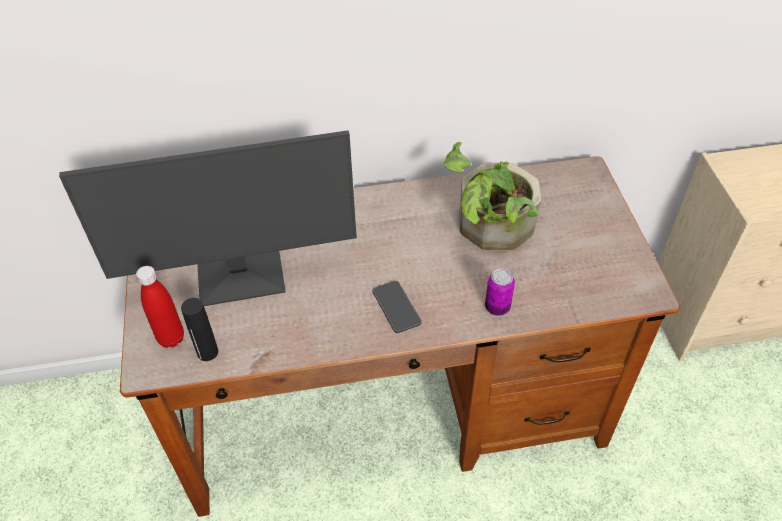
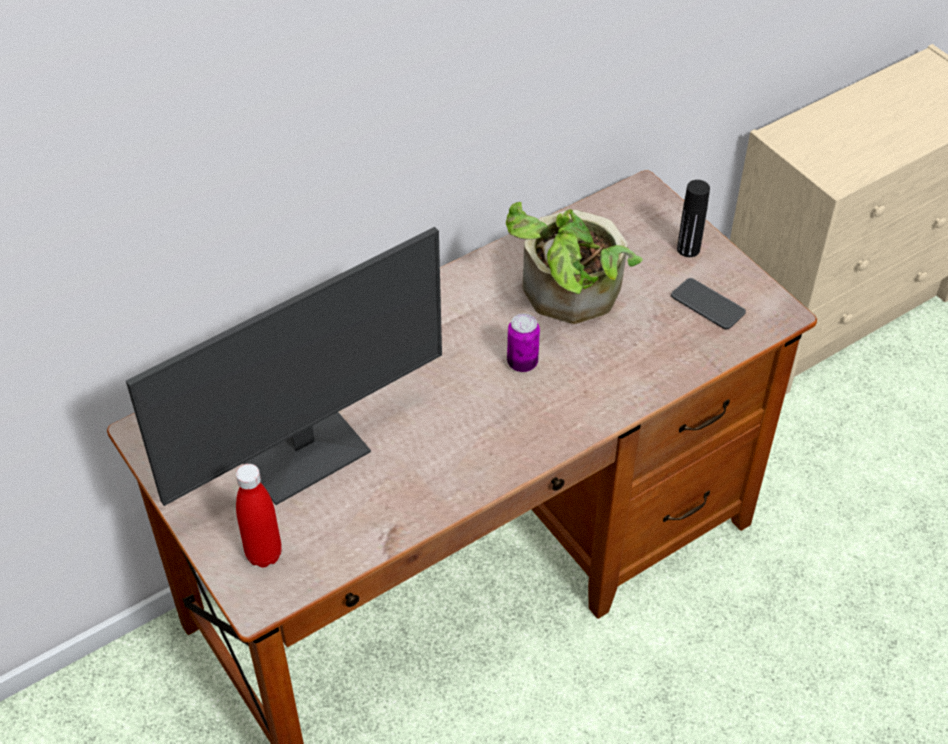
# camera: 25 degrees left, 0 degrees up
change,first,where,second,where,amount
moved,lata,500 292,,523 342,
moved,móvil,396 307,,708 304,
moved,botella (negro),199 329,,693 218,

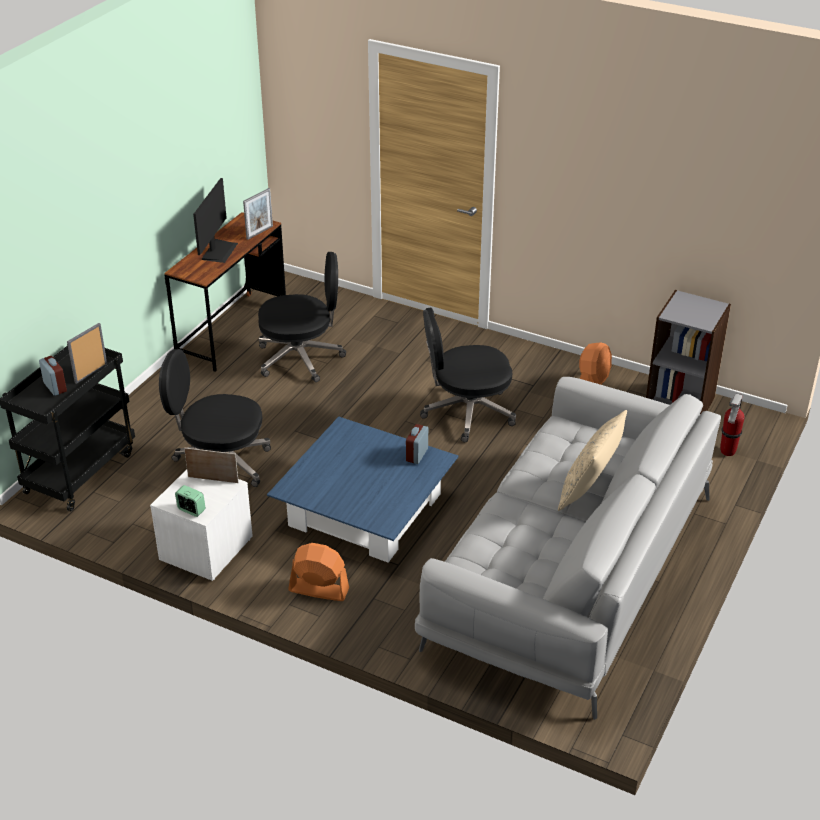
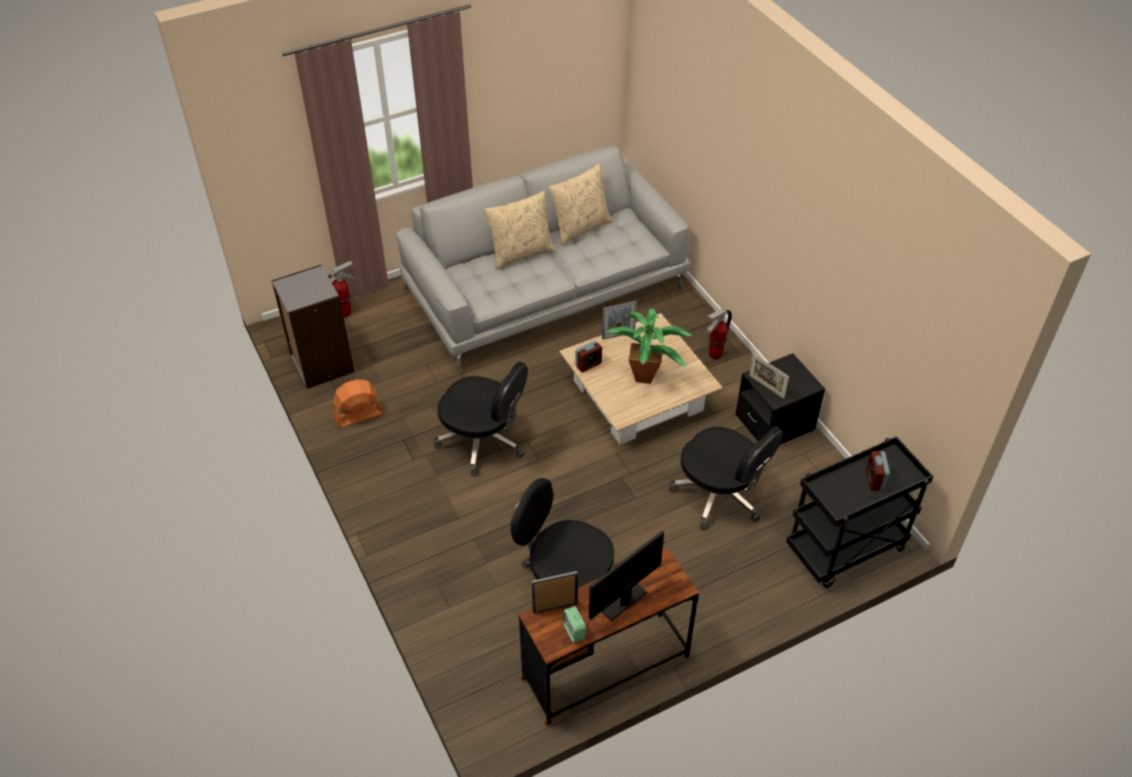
# camera: 145 degrees left, 10 degrees up
change,first,where,second,where,amount
added,,,cojín (beis),580 204,
recoloured,mesa de centro (azul),363 489,mesa de centro (beis),641 379,
moved,despertador,190 501,,574 624,
moved,portarretratos,87 353,,619 320,
added,,,planta en maceta,648 346,
replaced,ventilador (naranja),318 572,extintor,719 334,
recoloured,mesita de noche (blanco),201 525,mesita de noche (negro),780 398,

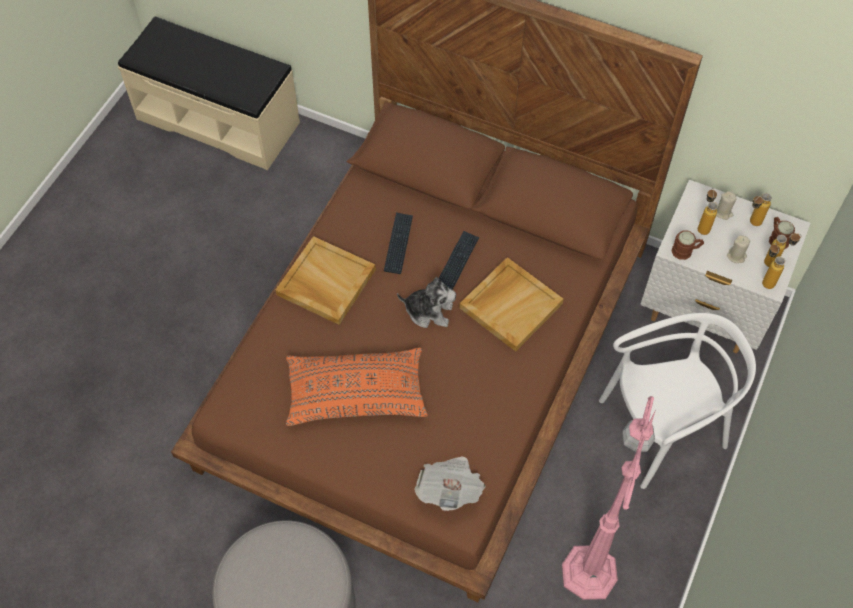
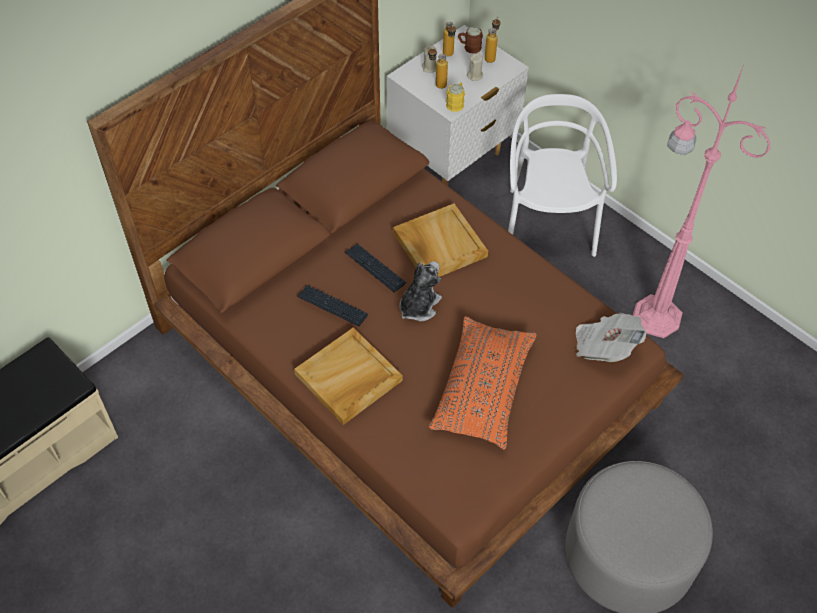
# camera: 70 degrees left, 5 degrees down
change,first,where,second,where,amount
recoloured,taza grande (marrón),687 245,taza grande (amarillo),455 97,
removed,botella,773 266,,,

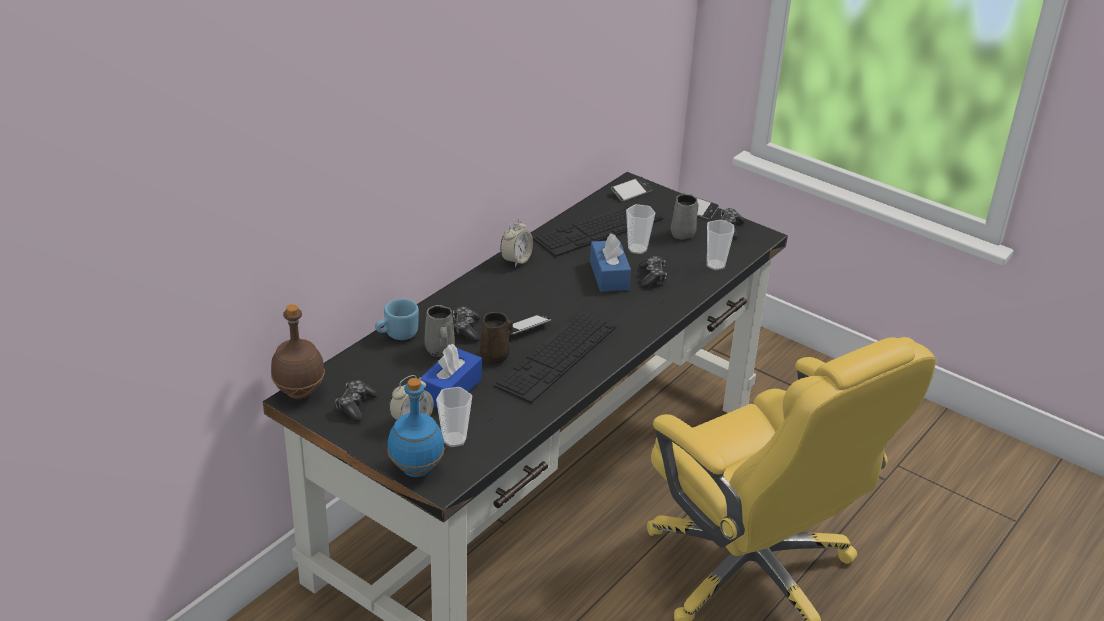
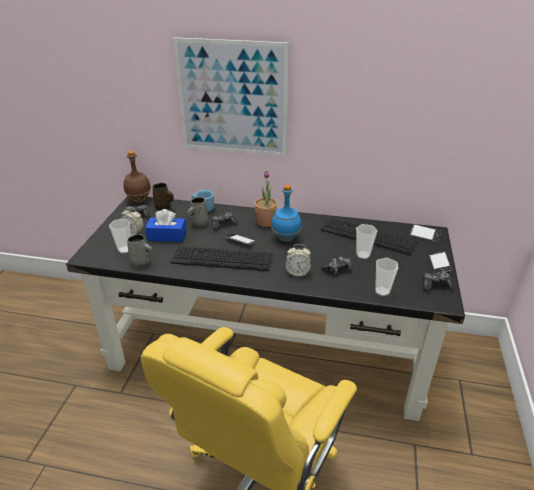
# camera: 65 degrees right, 0 degrees up
change,first,where,second,where,amount
moved,taza grande (gris),684 217,,140 250,
moved,taza grande (marrón),496 338,,163 197,
added,,,cuadro,231 96,
added,,,planta en maceta,265 199,
moved,botella (azul),416 427,,286 213,
moved,despertador,516 243,,298 260,
removed,caja de pañuelos (azul),610 262,,,

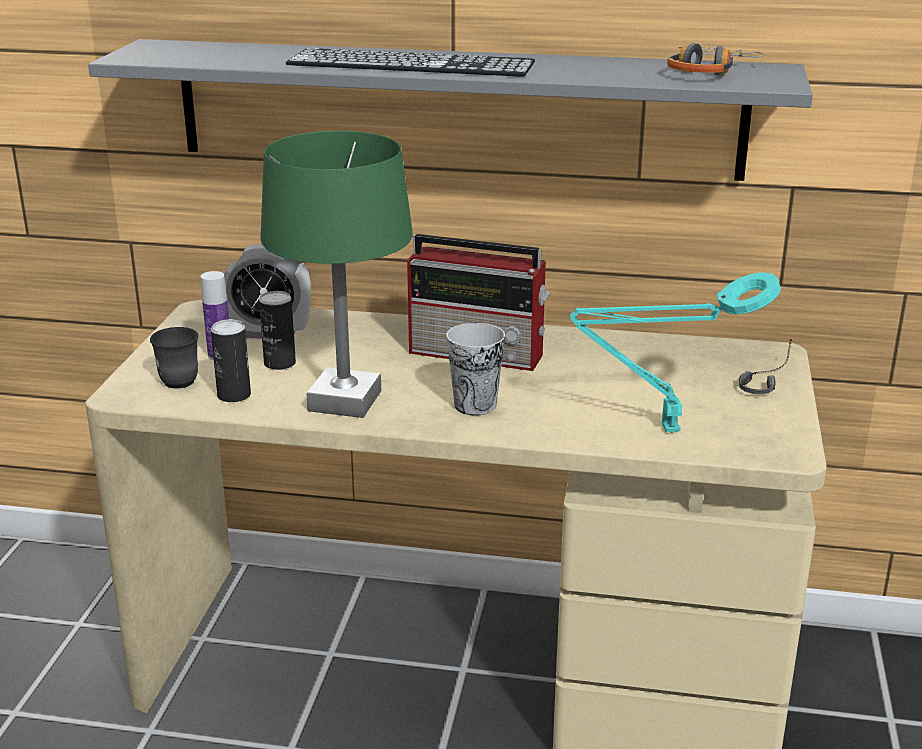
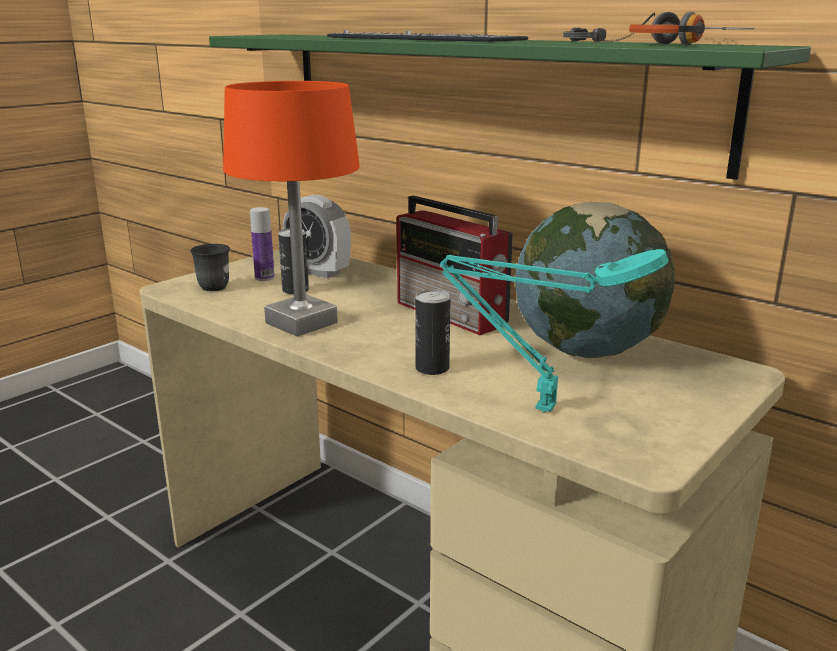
# camera: 30 degrees right, 5 degrees down
change,first,where,second,where,amount
recoloured,estante (gris),450 110,estante (verde),510 107,
recoloured,lámpara de mesa (verde),336 274,lámpara de mesa (naranja),291 208,
moved,lata,231 360,,433 332,
added,,,globo terráqueo,595 280,
moved,auriculares,765 366,,609 27,
removed,taza,475 369,,,

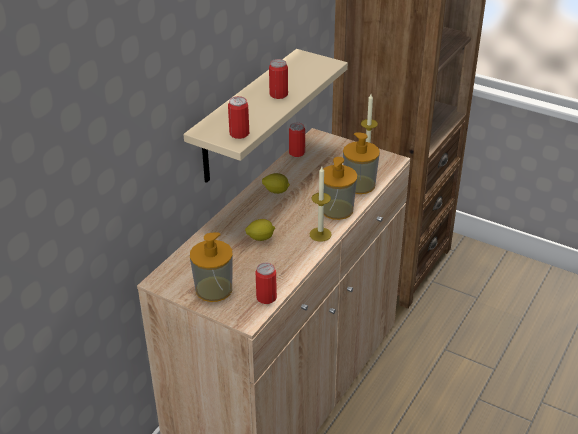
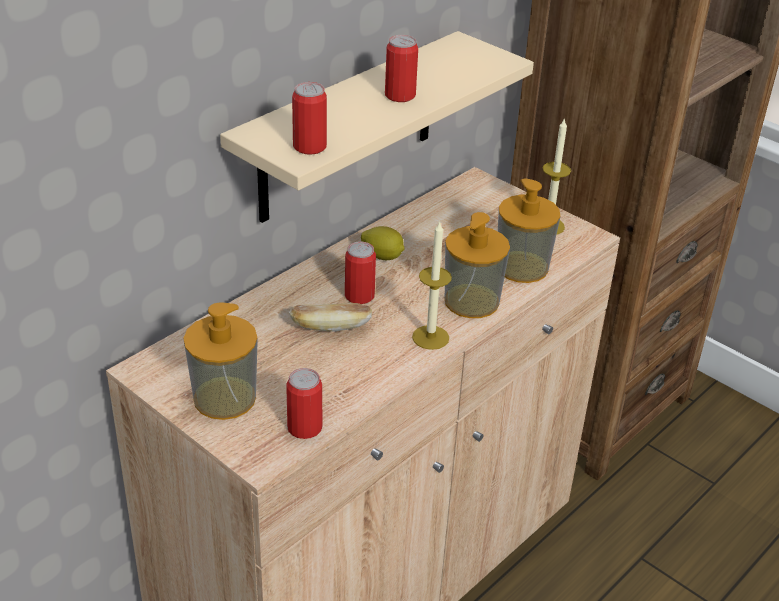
# camera: 10 degrees right, 0 degrees up
change,first,where,second,where,amount
replaced,limón,260 230,pan,330 317,
moved,lata,297 140,,360 273,

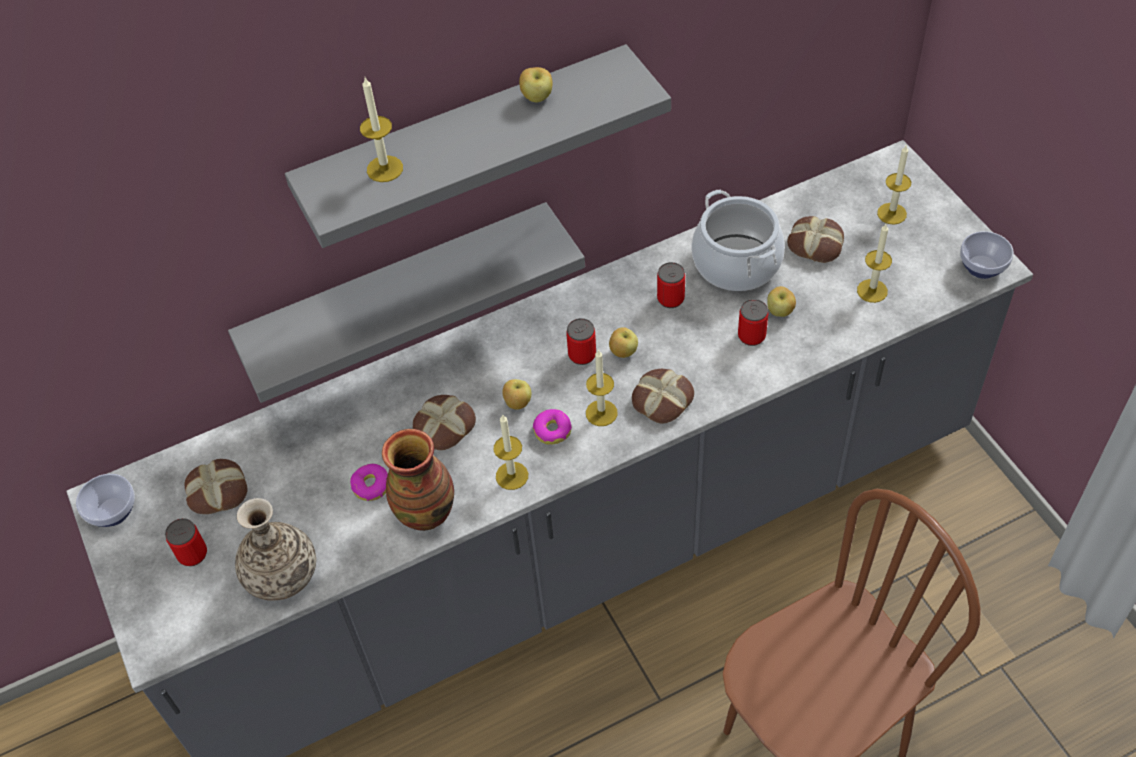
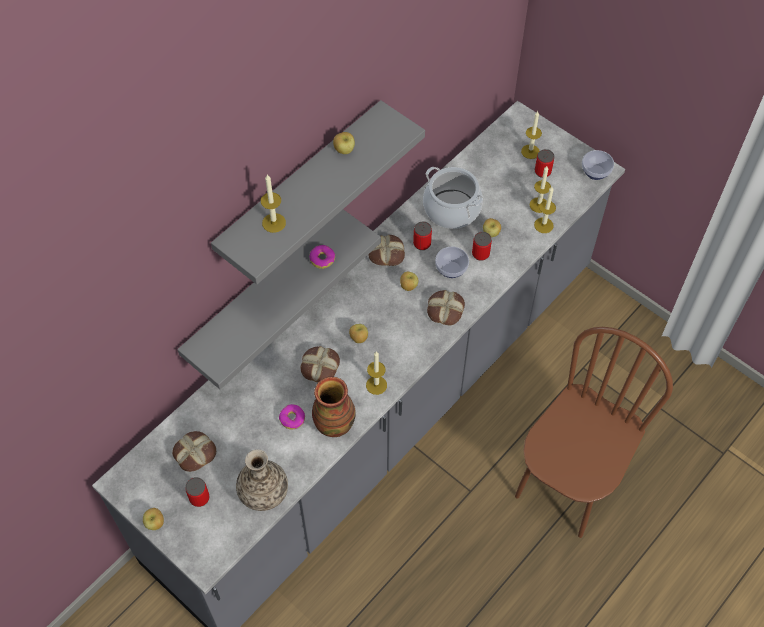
# camera: 25 degrees left, 5 degrees up
change,first,where,second,where,amount
added,,,manzana,153 519,
moved,rosquilla,552 427,,322 257,
moved,pan,815 239,,386 250,
moved,cuenco,105 500,,452 262,
moved,vela,602 387,,545 210,
moved,lata,581 341,,544 163,

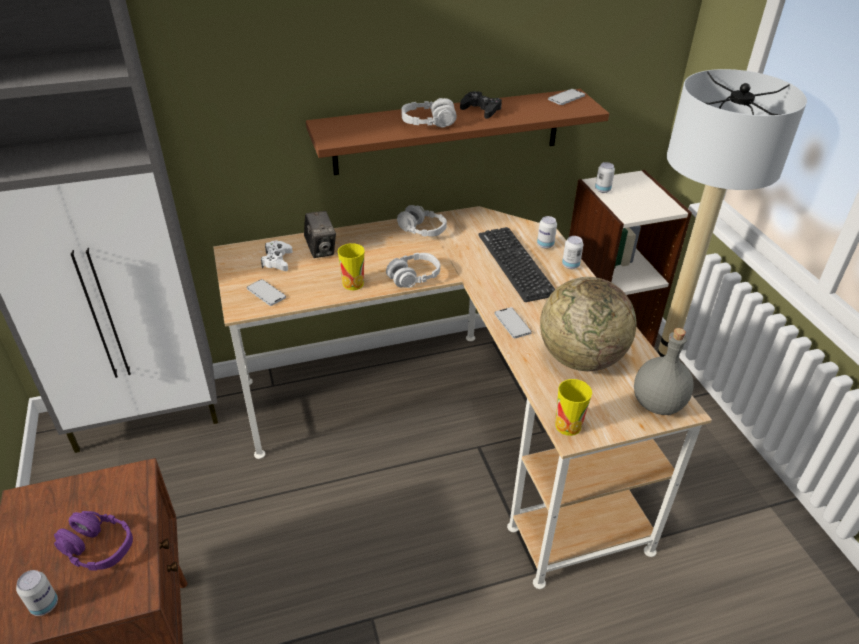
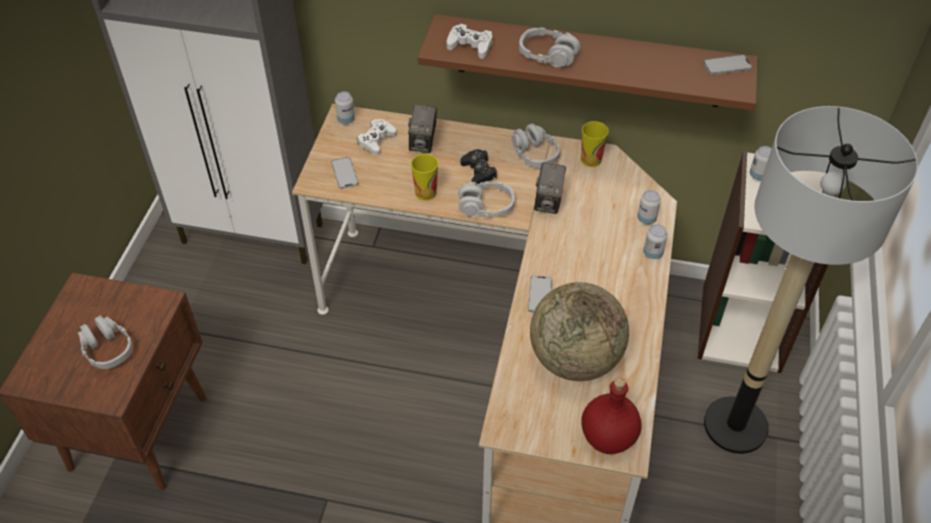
# camera: 30 degrees right, 10 degrees up
change,first,where,second,where,amount
recoloured,auriculares (morado),93 541,auriculares (gris),105 342,
moved,lata,37 593,,345 108,
added,,,mando de consola (blanco),469 41,
moved,mando de consola (negro),481 105,,479 167,
added,,,cámara,550 188,
moved,taza,573 407,,595 144,
recoloured,botella (gris),664 371,botella (rojo),611 416,
removed,teclado,516 264,,,

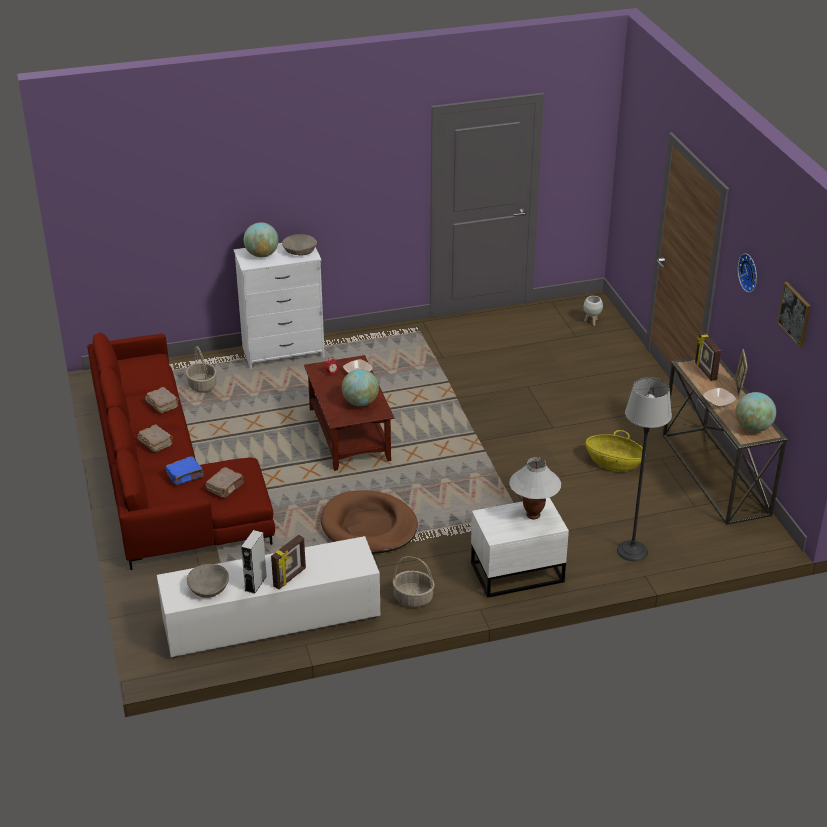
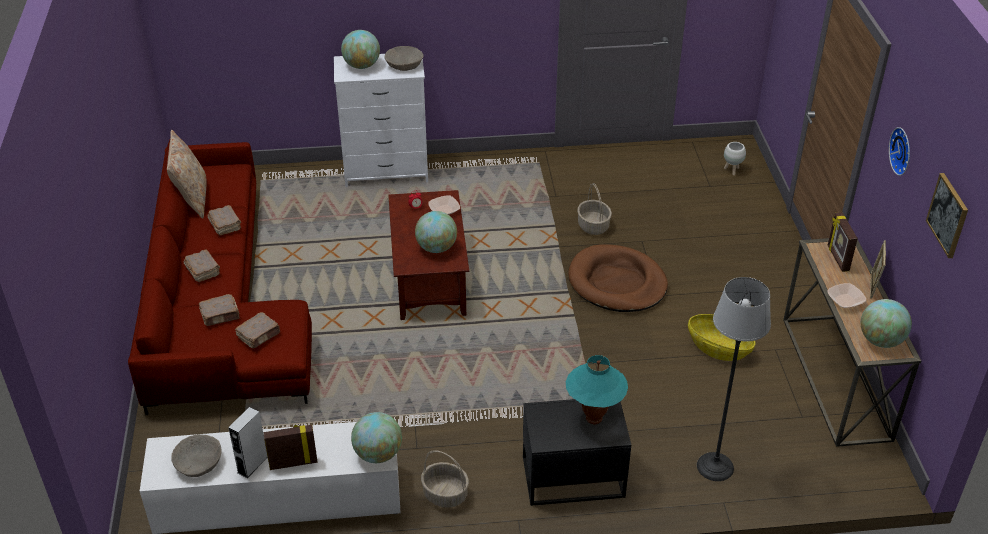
# camera: 10 degrees right, 5 degrees up
change,first,where,second,where,amount
added,,,cojín (beis),186 174,
recoloured,libro (azul),184 471,libro (marrón),219 310,
turned,portarretratos,288 562,,290 447,150 degrees counterclockwise
added,,,globo terráqueo,376 437,
recoloured,mesita de noche (blanco),520 547,mesita de noche (negro),577 452,
recoloured,lámpara de mesa (blanco),535 488,lámpara de mesa (turquesa),597 390,
moved,cama para perro (marrón),369 522,,618 278,
moved,cesta,201 369,,594 209,

